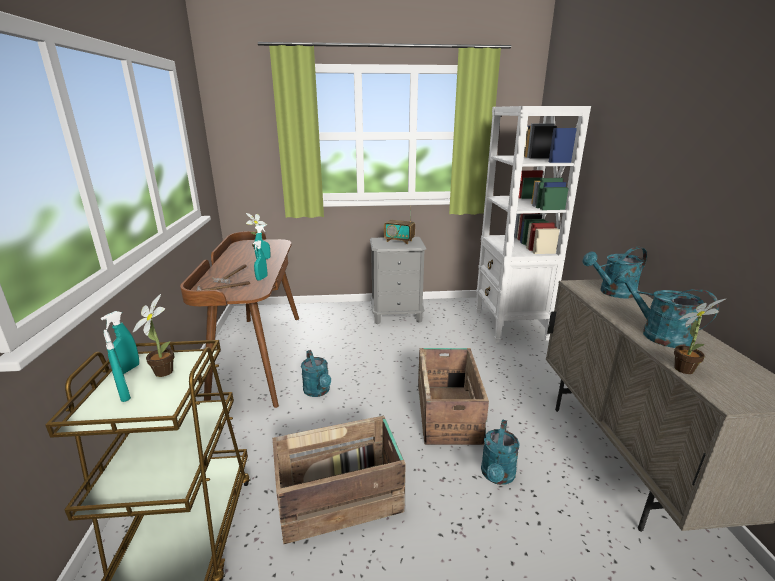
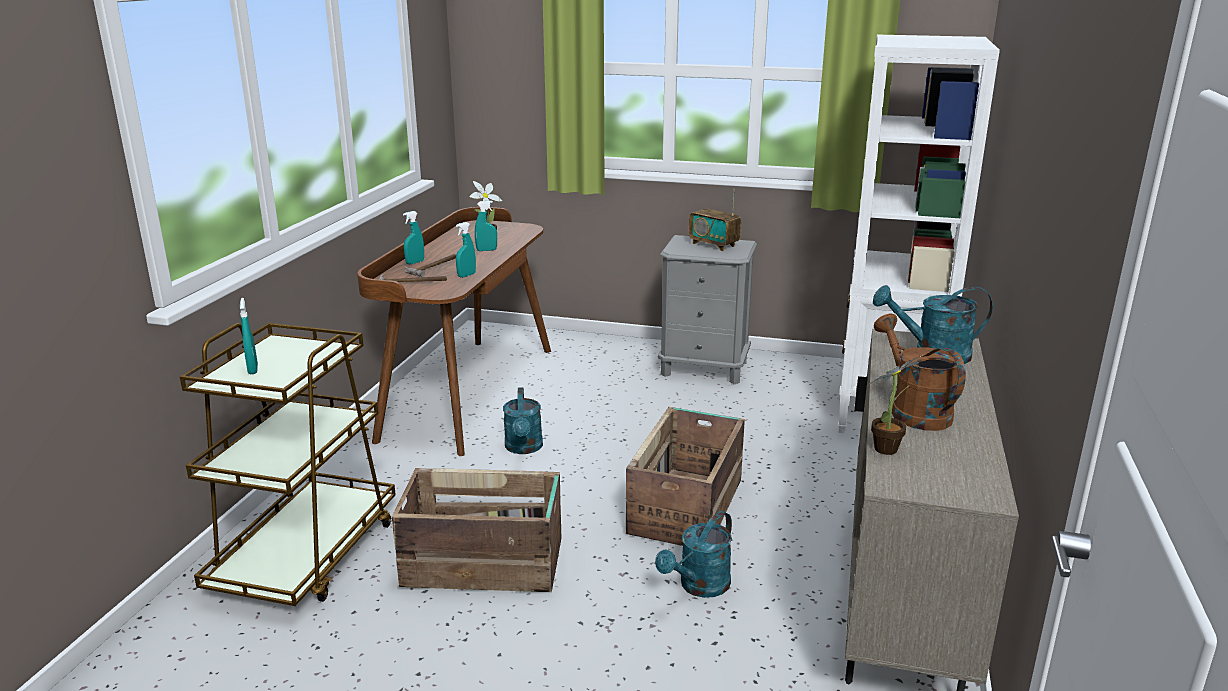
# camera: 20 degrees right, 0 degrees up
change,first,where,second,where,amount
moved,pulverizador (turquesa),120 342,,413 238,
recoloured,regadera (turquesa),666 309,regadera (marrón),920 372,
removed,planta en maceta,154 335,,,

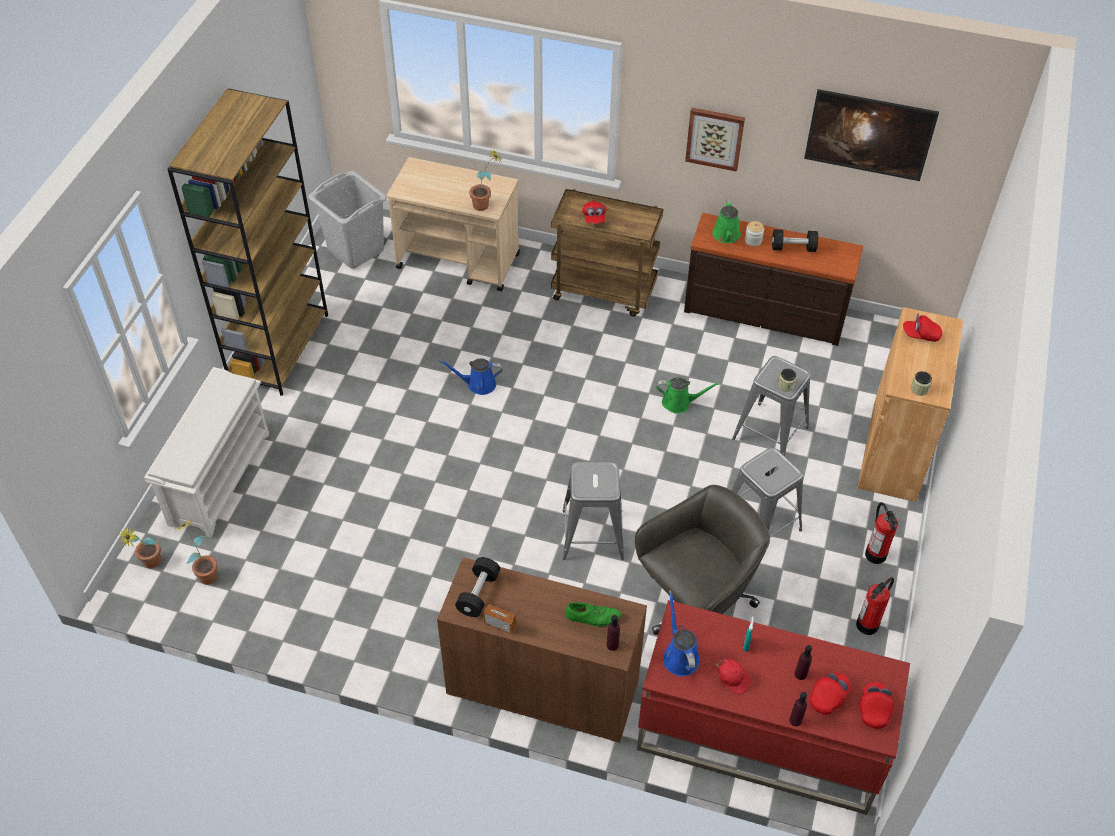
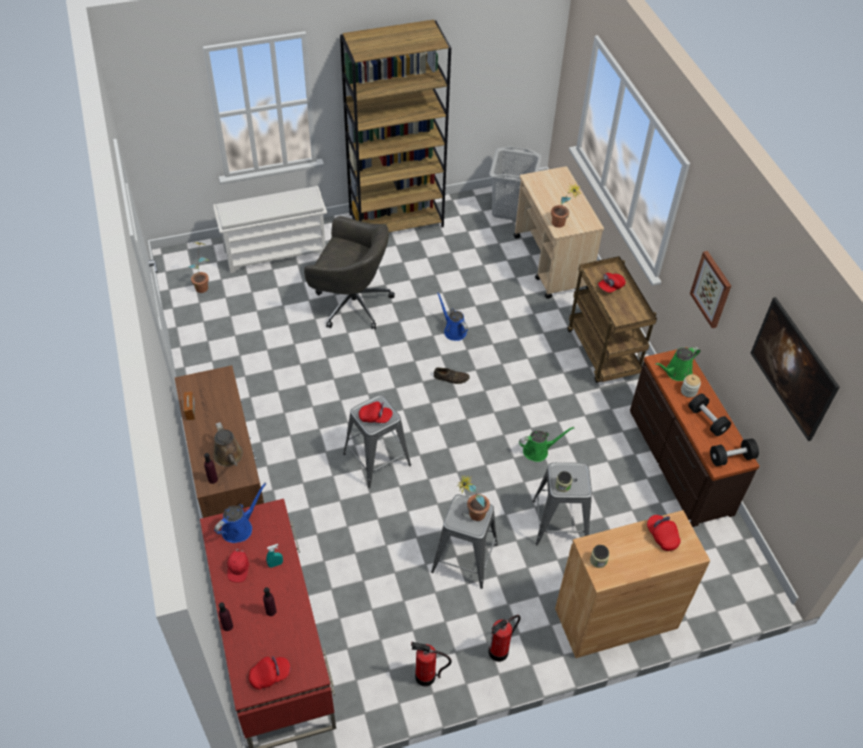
# camera: 55 degrees right, 0 degrees up
change,first,where,second,where,amount
replaced,zapato (verde),593 614,regadera (marrón),228 444,
moved,silla de oficina (gris),702 560,,349 272,
moved,gorra (rojo),830 694,,376 412,
added,,,zapato (marrón),452 375,
moved,planta en maceta,139 546,,473 498,
turned,regadera (verde),688 395,,546 444,75 degrees counterclockwise
moved,mancuerna (negro),477 587,,734 452,

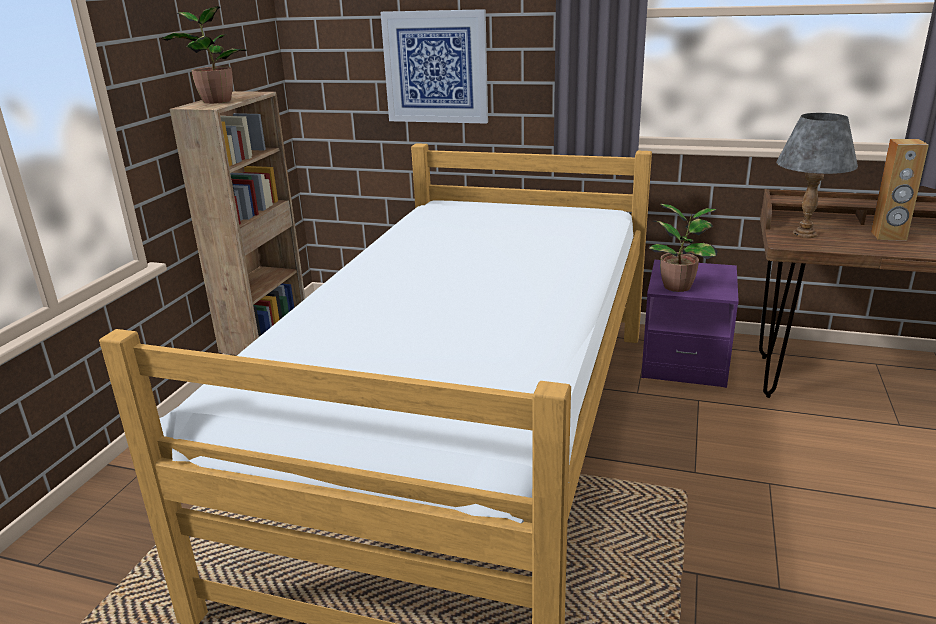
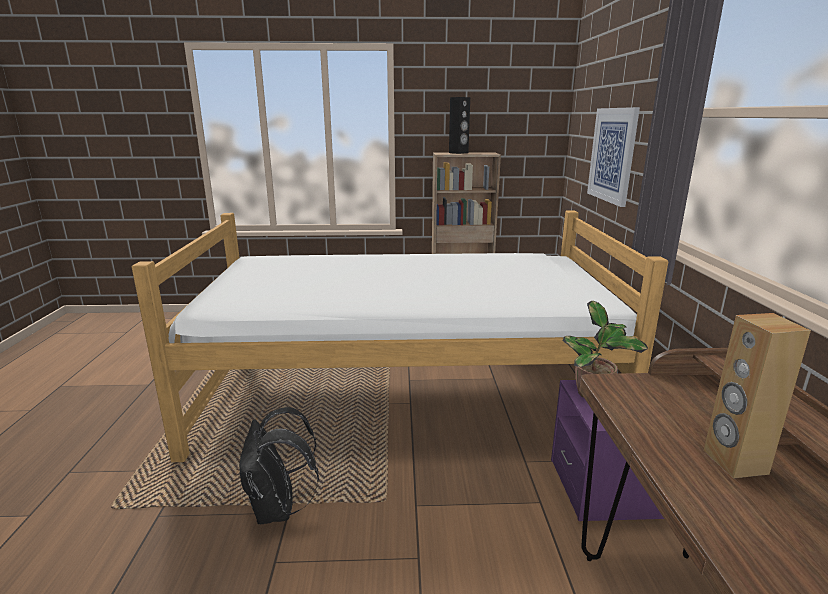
# camera: 70 degrees right, 5 degrees down
change,first,where,second,where,amount
added,,,mochila (negro),279 465,
replaced,planta en maceta,203 55,altavoz (negro),459 125,
removed,lámpara de mesa (gris),817 175,,,

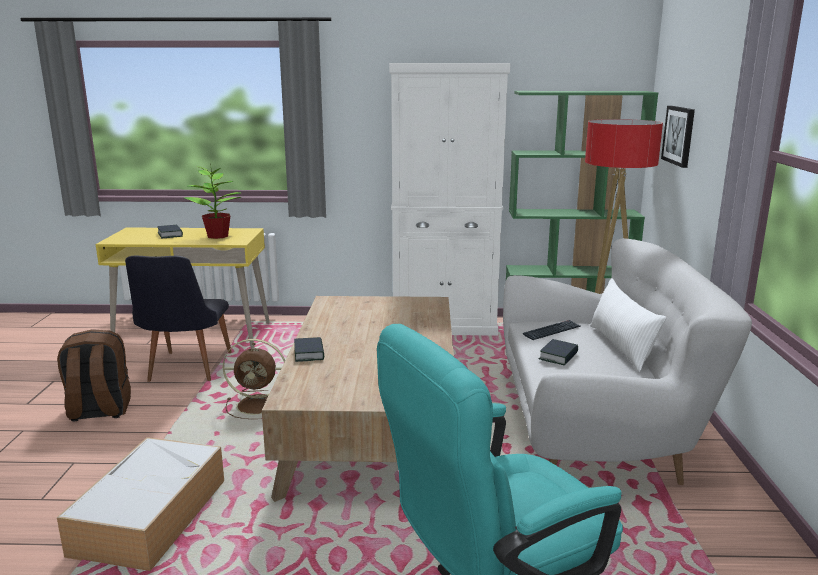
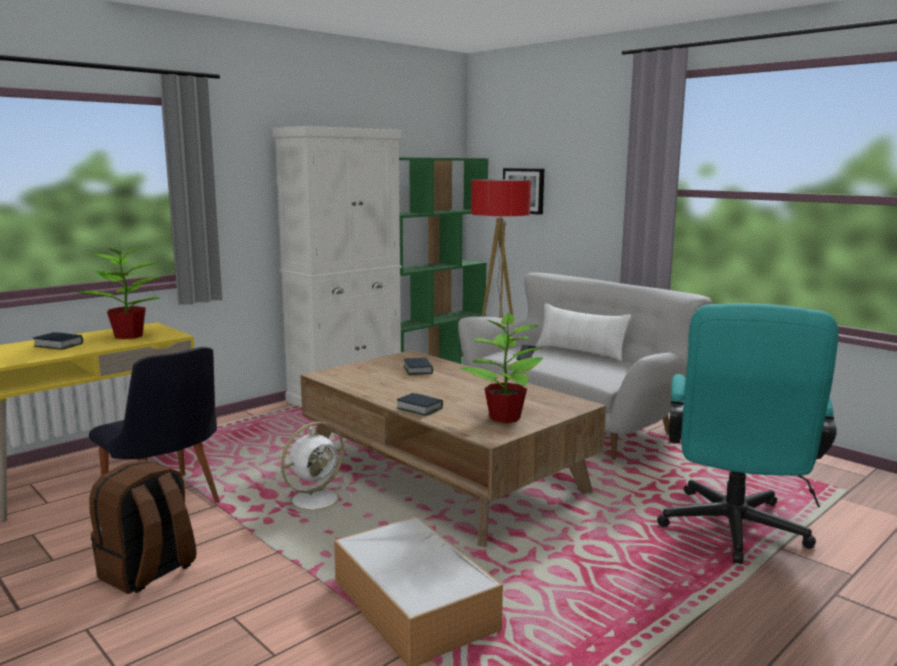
# camera: 45 degrees left, 5 degrees down
change,first,where,second,where,amount
recoloured,ventilador (marrón),254 379,ventilador (blanco),313 469,
moved,libro,558 352,,418 366,
added,,,planta en maceta,501 367,

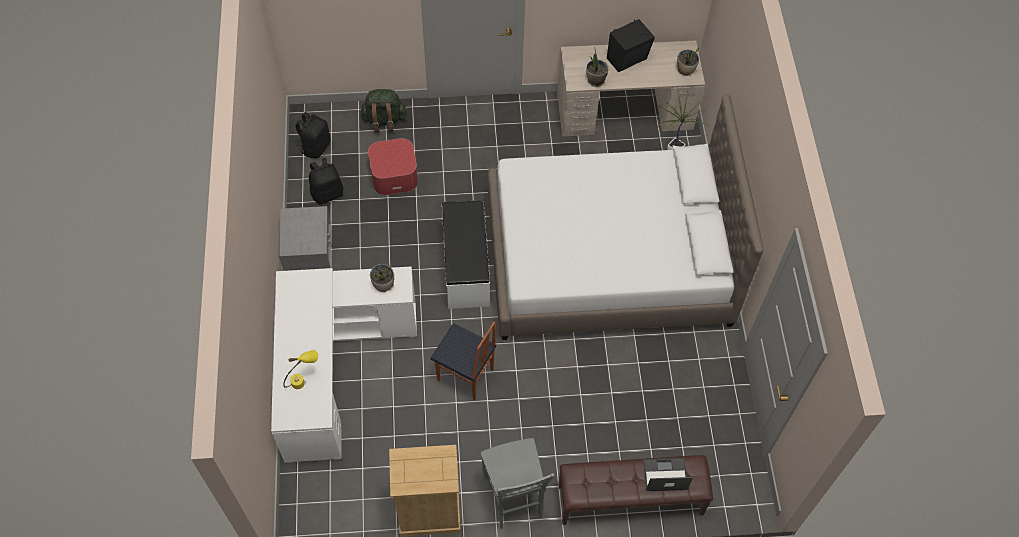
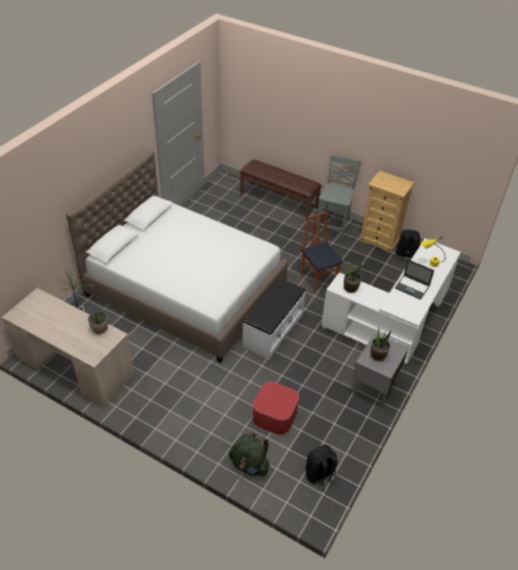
# camera: 145 degrees left, 15 degrees down
change,first,where,second,where,amount
moved,planta en maceta,689 61,,380 344,
moved,portátil,668 474,,414 280,
moved,mochila (negro),326 181,,408 246,
removed,altavoz (negro),631 45,,,

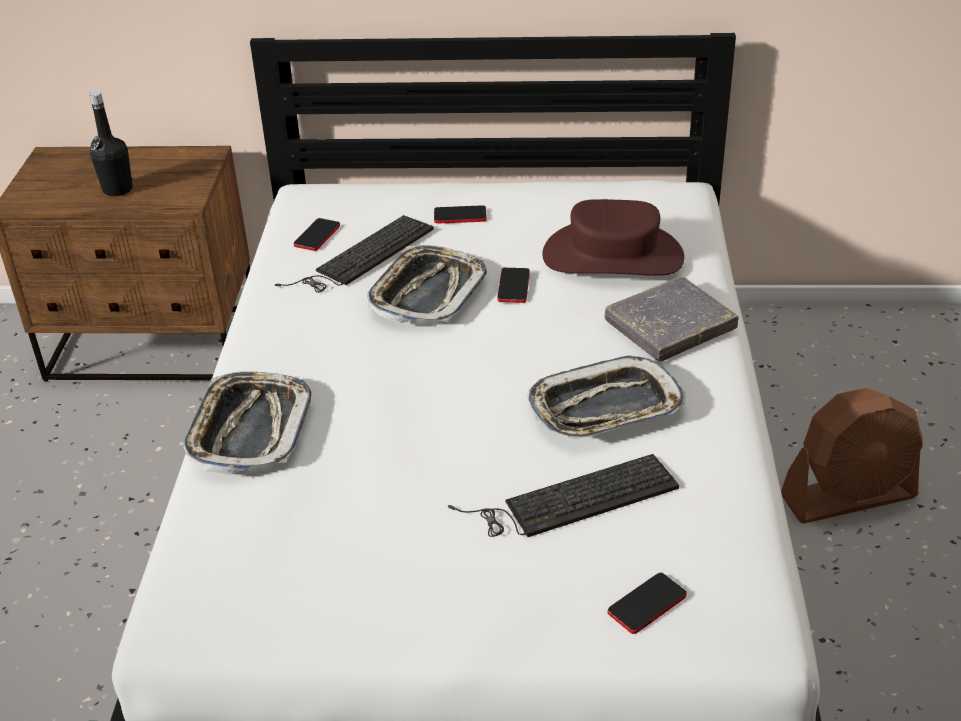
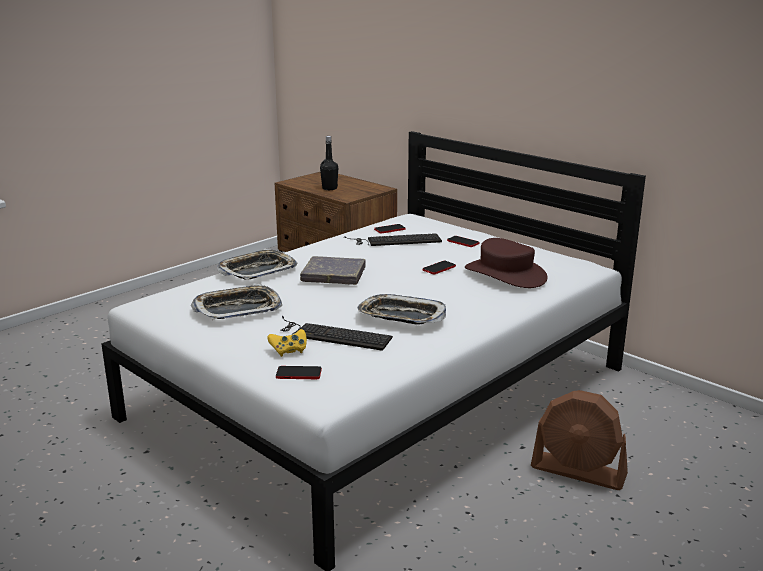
# camera: 40 degrees right, 15 degrees down
change,first,where,second,where,amount
moved,bandeja,427 284,,236 302,
added,,,mando de consola (amarillo),287 343,
moved,libro (gris),671 318,,333 270,

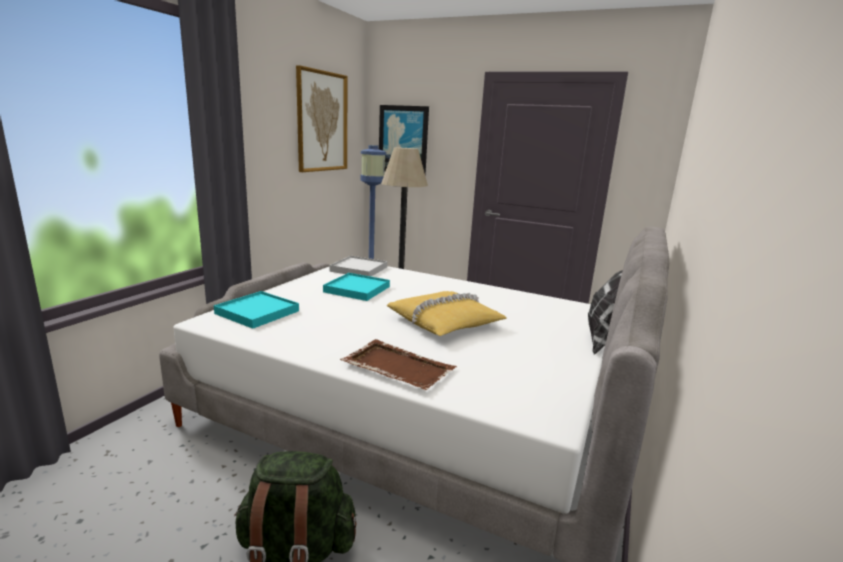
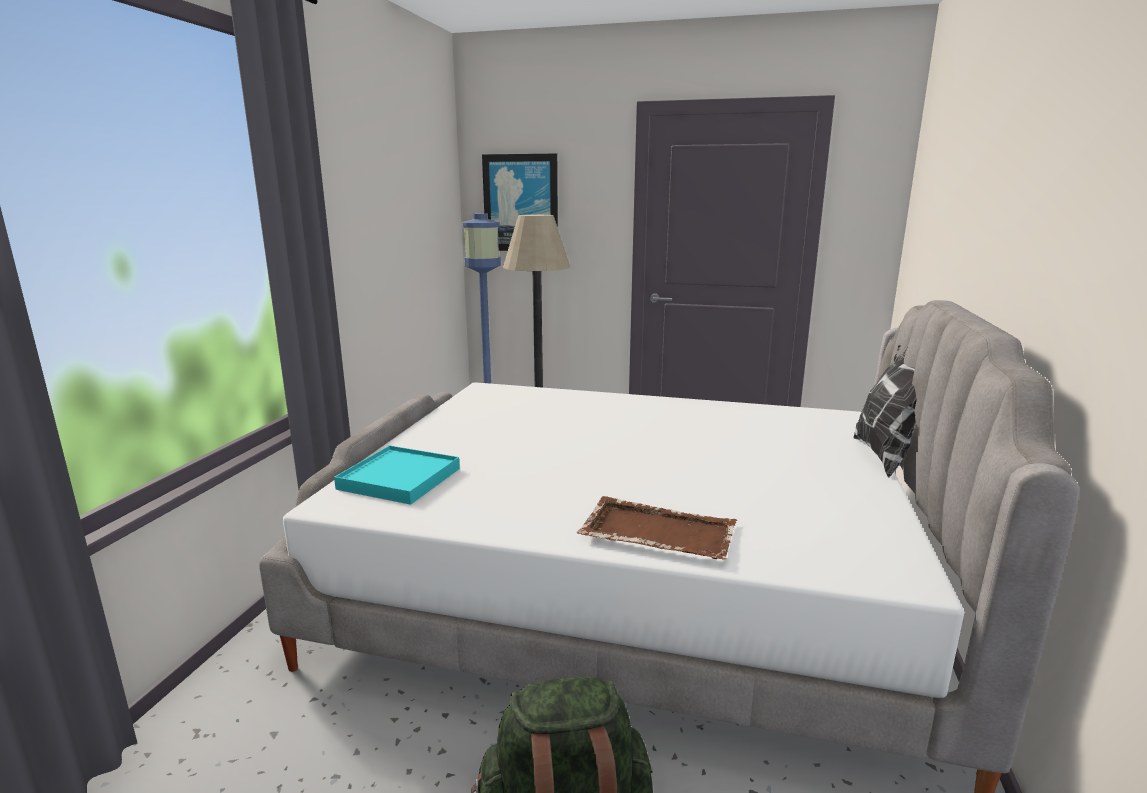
# camera: 10 degrees left, 0 degrees up
change,first,where,second,where,amount
removed,cuadro,322 118,,,
removed,bandeja (turquesa),356 287,,,
removed,bandeja (blanco),358 266,,,
removed,cojín (amarillo),447 313,,,

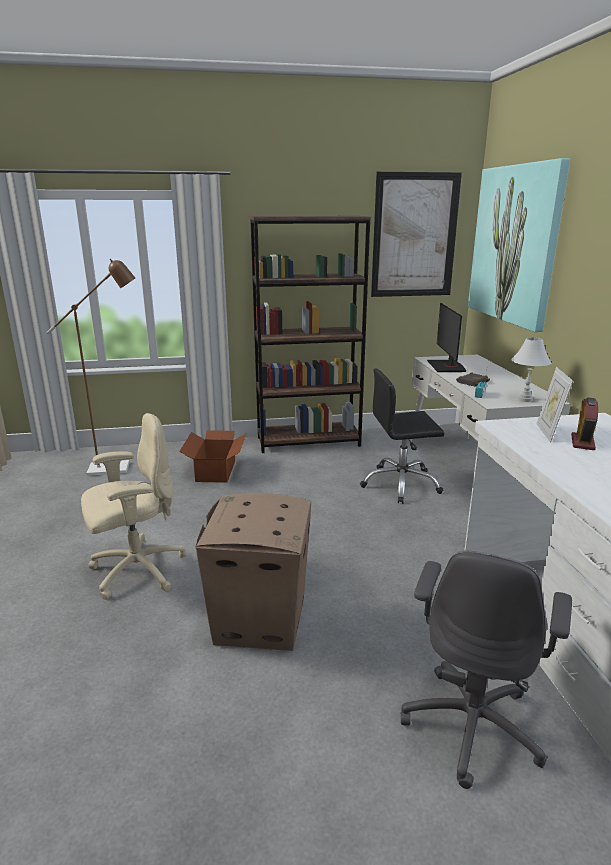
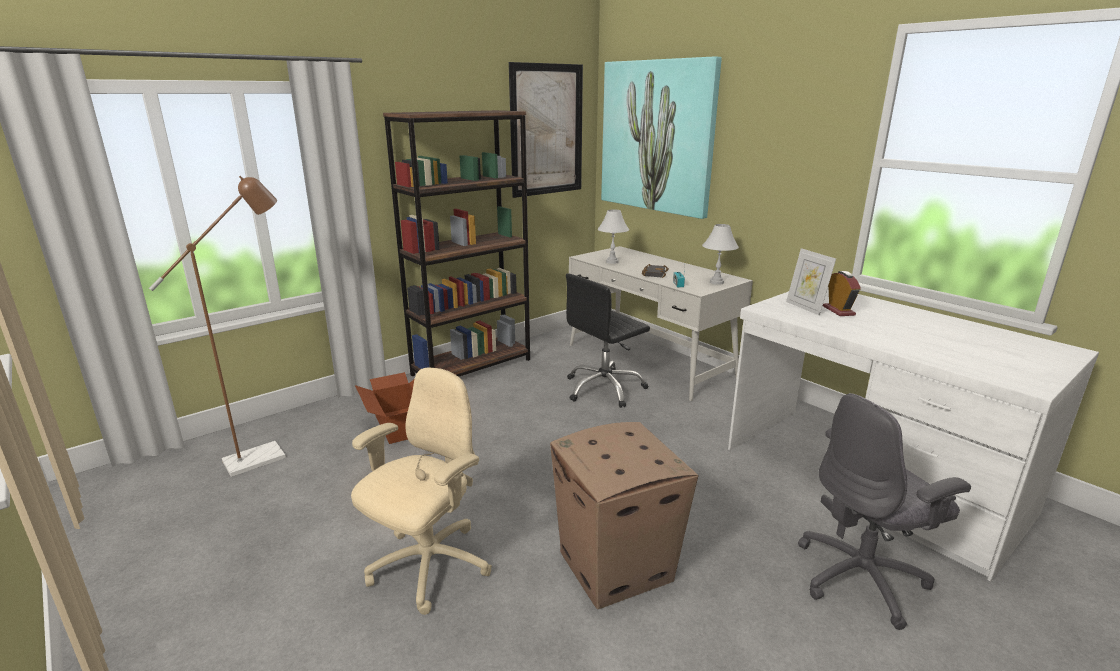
# camera: 30 degrees left, 0 degrees up
change,first,where,second,where,amount
replaced,monitor,447 337,lámpara de mesa (blanco),613 236,
turned,silla de oficina (gris),486 669,,884 511,75 degrees clockwise

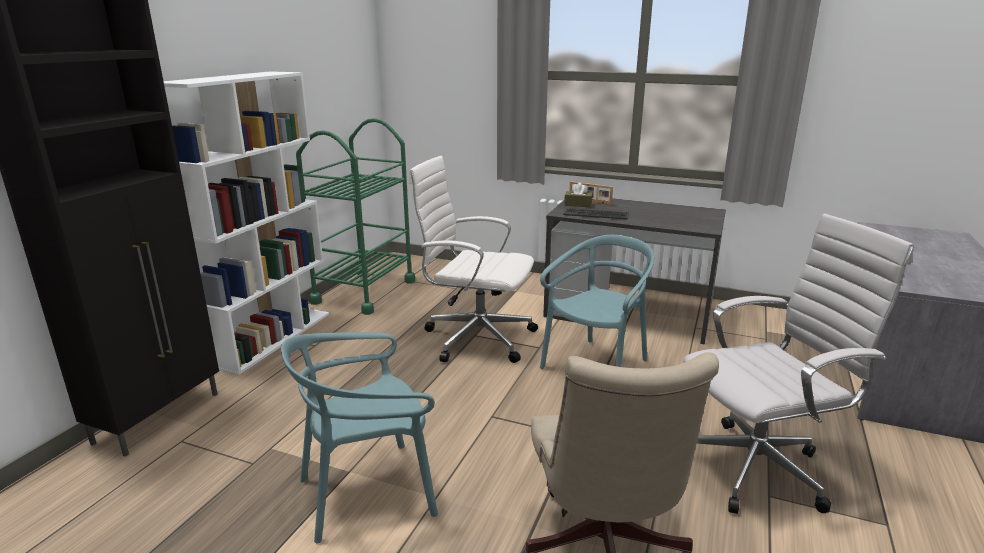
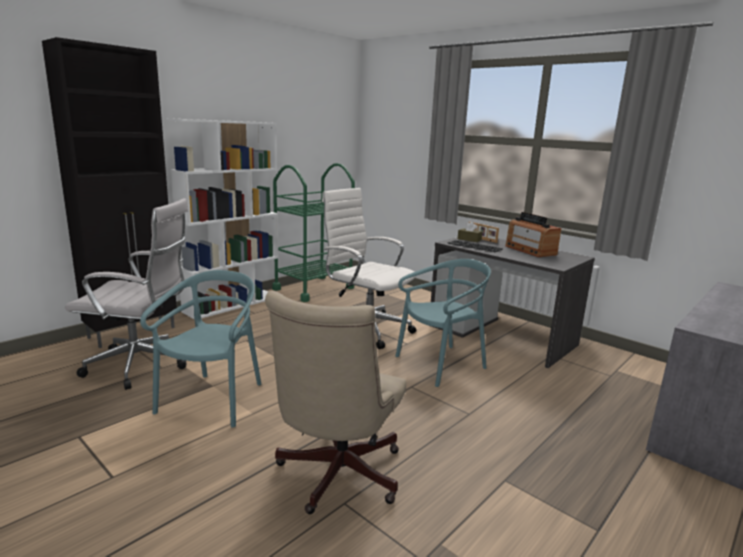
# camera: 20 degrees right, 5 degrees down
change,first,where,second,where,amount
moved,silla de oficina (blanco),798 363,,126 294,
turned,silla (turquesa),359 438,,200 349,105 degrees clockwise
added,,,radio,533 234,

